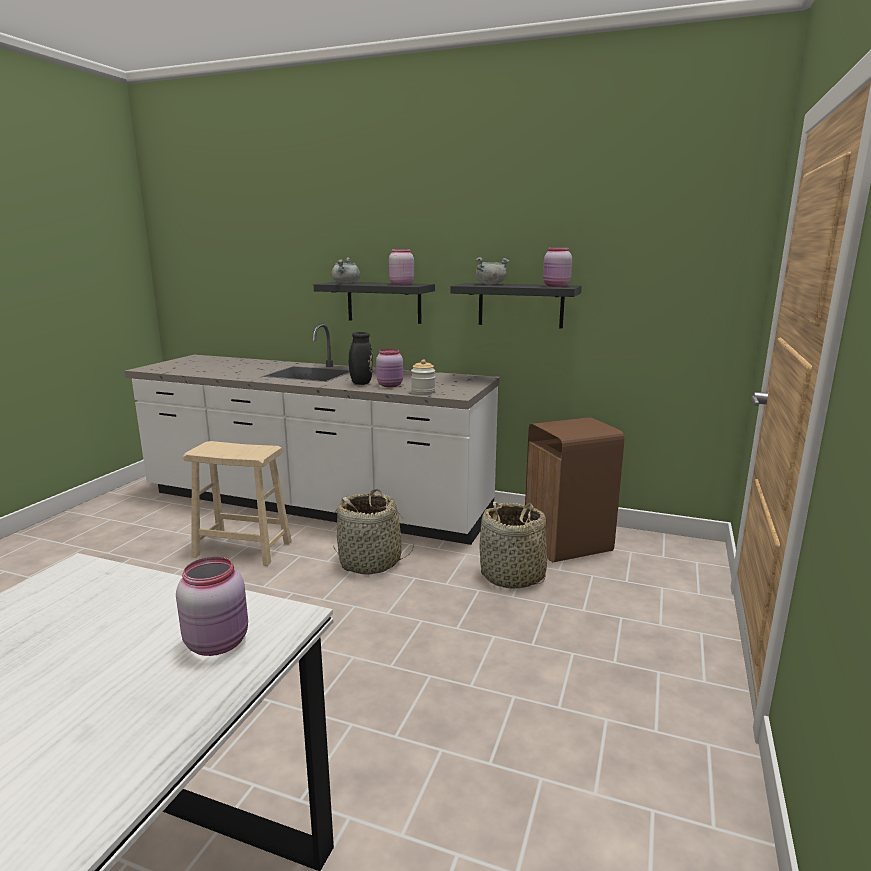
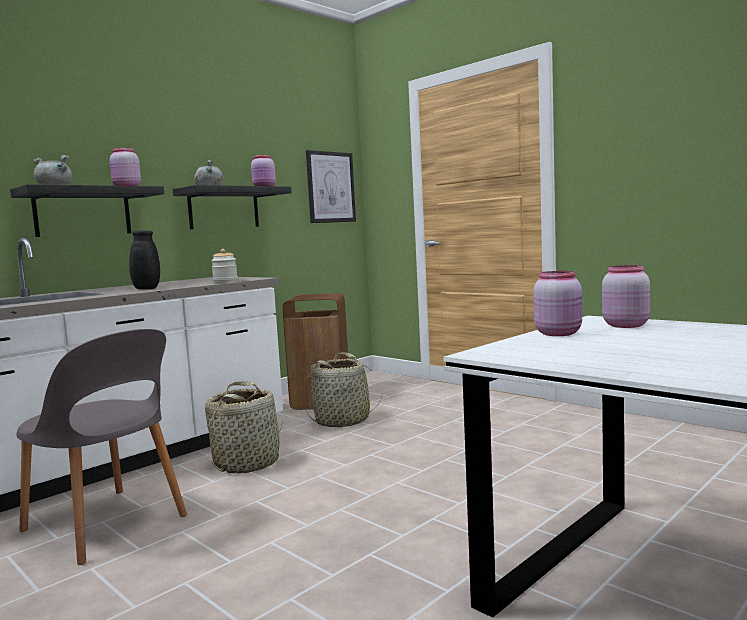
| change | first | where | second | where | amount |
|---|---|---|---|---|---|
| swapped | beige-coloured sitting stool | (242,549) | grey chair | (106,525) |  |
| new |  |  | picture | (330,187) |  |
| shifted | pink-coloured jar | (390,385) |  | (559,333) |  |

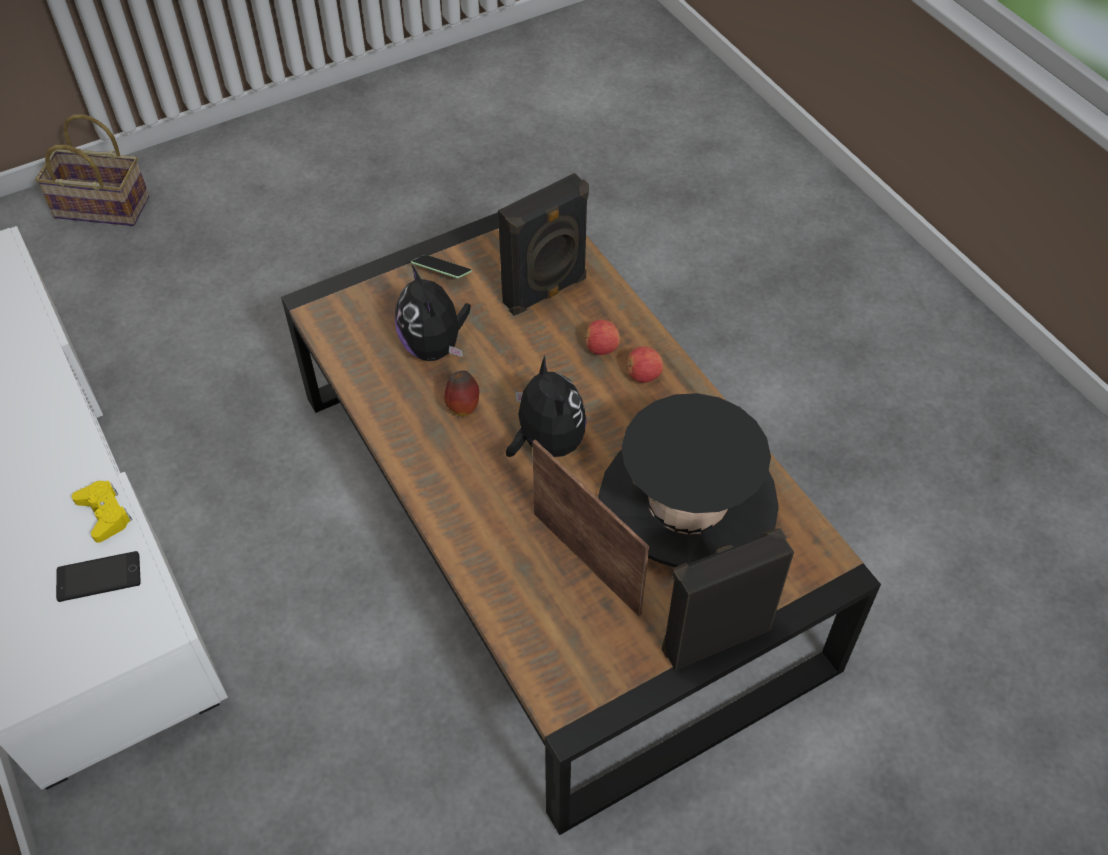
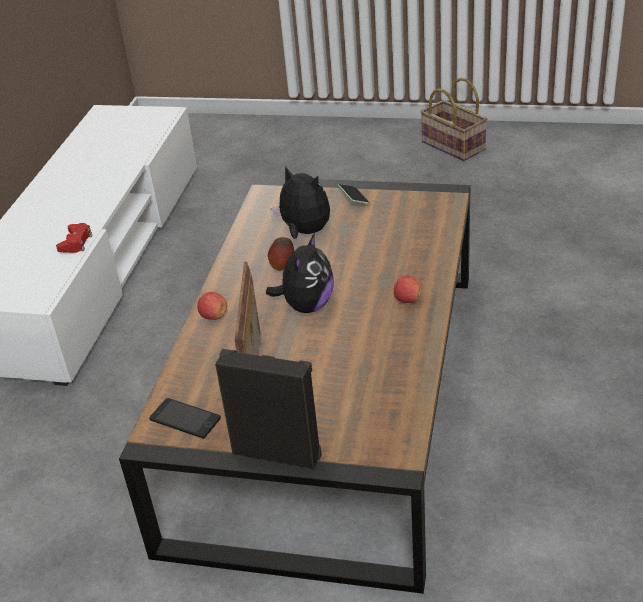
| change | first | where | second | where | amount |
|---|---|---|---|---|---|
| repainted | yellow gamepad | (105,514) | reddish gamepad | (76,242) |  |
| shifted | handset | (99,577) |  | (185,419) |  |
| shifted | apple | (601,348) |  | (214,316) |  |
| rotated | soft toy | (435,347) |  | (304,232) | 105 degrees clockwise |
| shifted | storage basket | (99,208) |  | (451,146) |  |
| gone | black-coloured speaker | (546,292) |  |  |  |
| gone | black-coloured clothing hat | (687,503) |  |  |  |

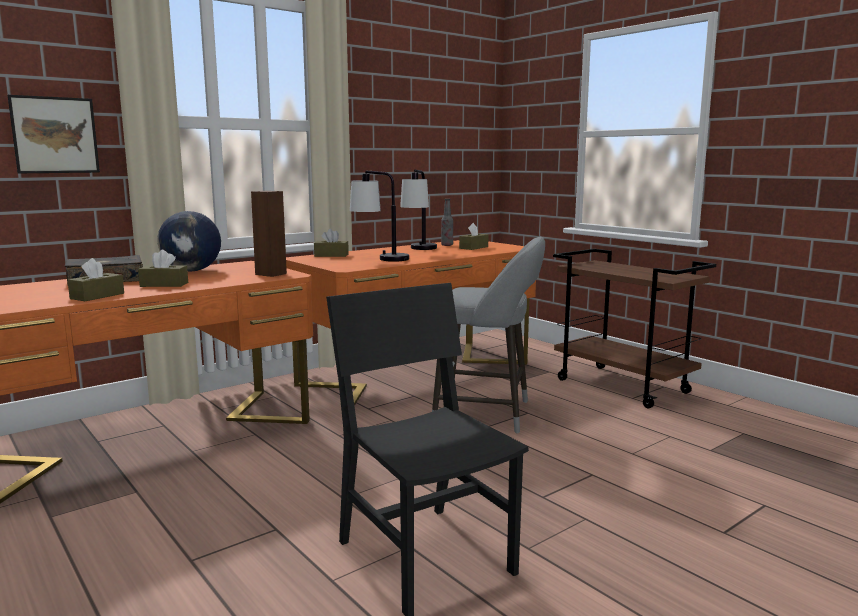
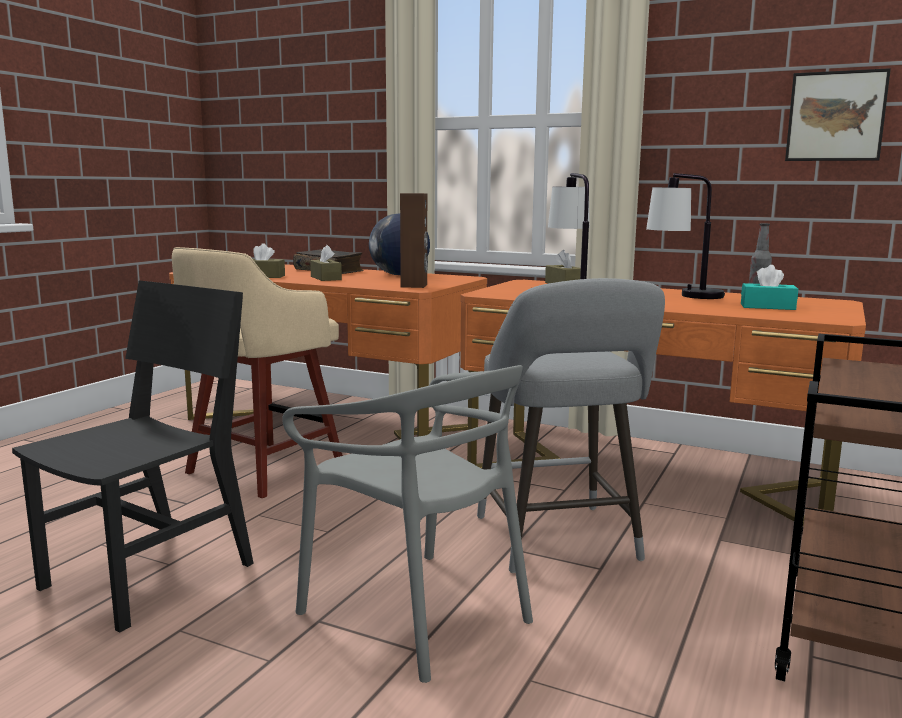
| change | first | where | second | where | amount |
|---|---|---|---|---|---|
| new |  |  | beige-coloured sitting stool | (261,470) |  |
| new |  |  | grey chair | (417,613) |  |
| repainted | brown tissue box | (473,247) | blue-green tissue box | (767,307) |  |
| shifted | picture | (55,135) |  | (836,116) |  |

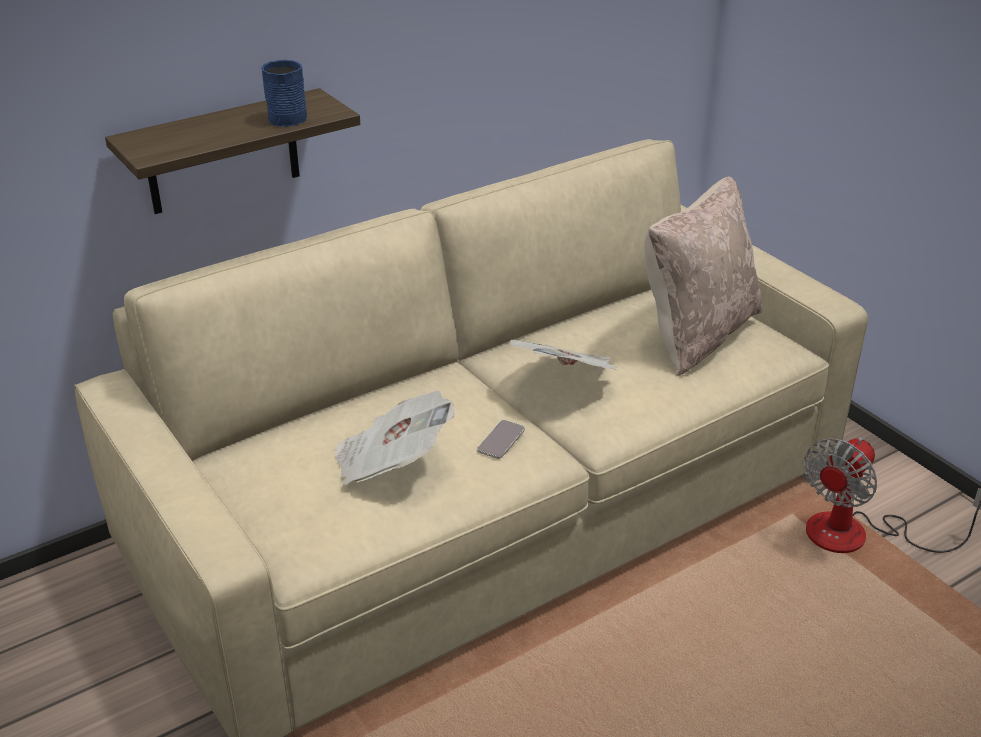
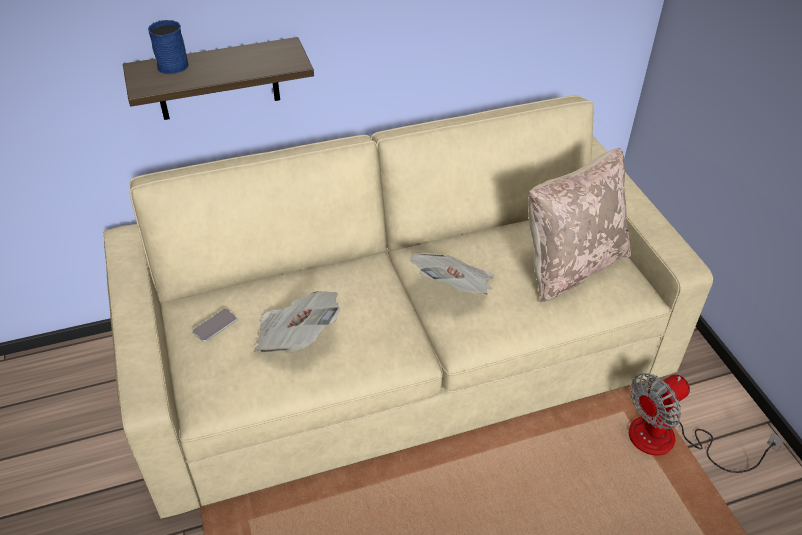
| change | first | where | second | where | amount |
|---|---|---|---|---|---|
| shifted | bluish coffee mug | (287,116) |  | (174,63) |  |
| shifted | handset | (501,440) |  | (215,326) |  |

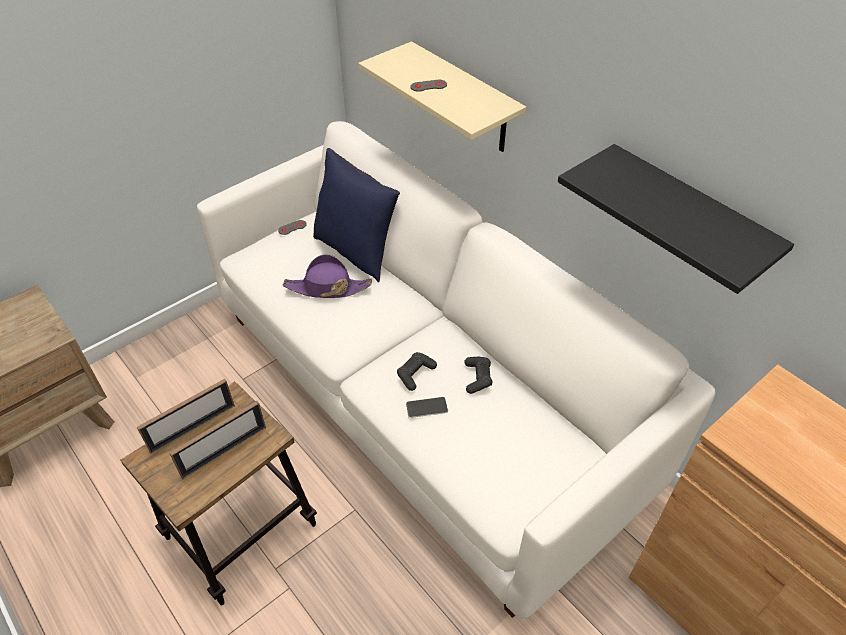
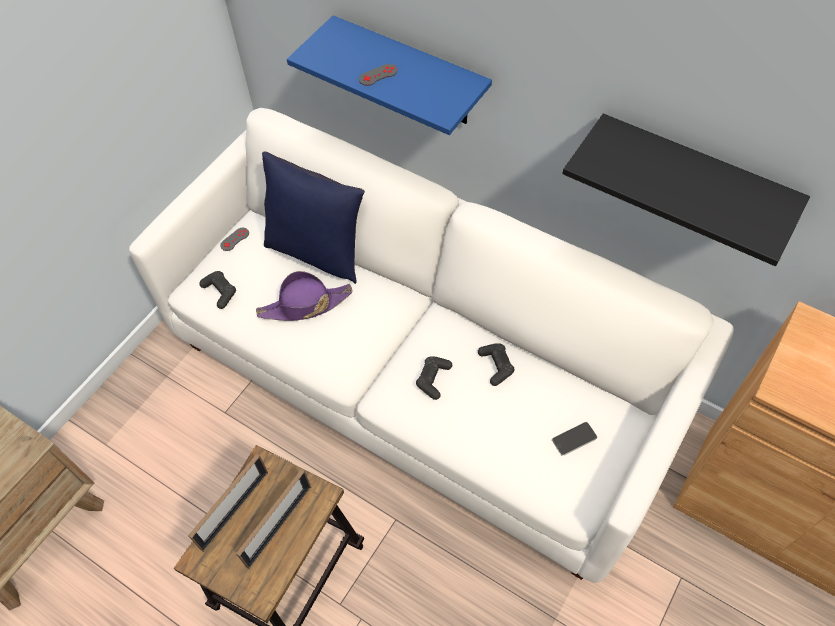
| change | first | where | second | where | amount |
|---|---|---|---|---|---|
| new |  |  | black-coloured gamepad | (220,292) |  |
| repainted | beige-coloured shelf | (464,99) | bluish shelf | (410,73) |  |
| shifted | handset | (426,407) |  | (574,438) |  |

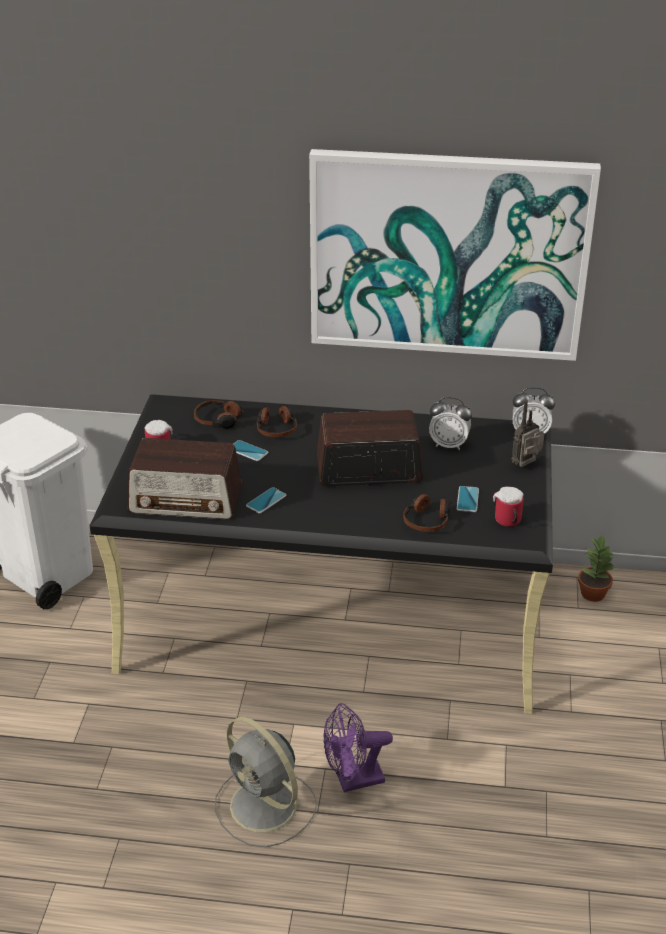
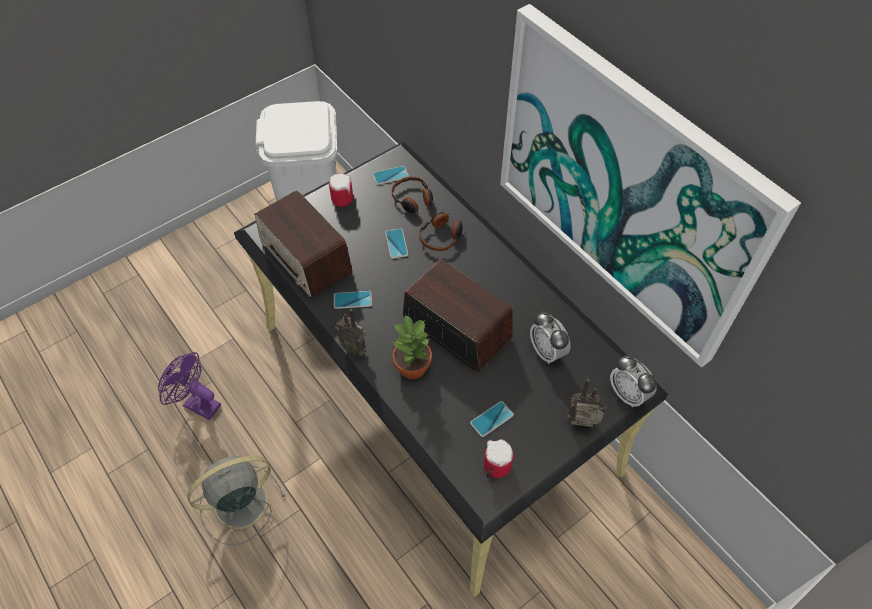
| change | first | where | second | where | amount |
|---|---|---|---|---|---|
| shifted | purplish electric fan | (353,781) |  | (197,403) |  |
| rotated | grey electric fan | (265,807) |  | (238,504) | 60 degrees clockwise |
| new |  |  | radio set | (354,348) |  |
| new |  |  | handset | (390,175) |  |
| shifted | plant in a pot | (592,593) |  | (413,366) |  |
| gone | headset | (427,520) |  |  |  |

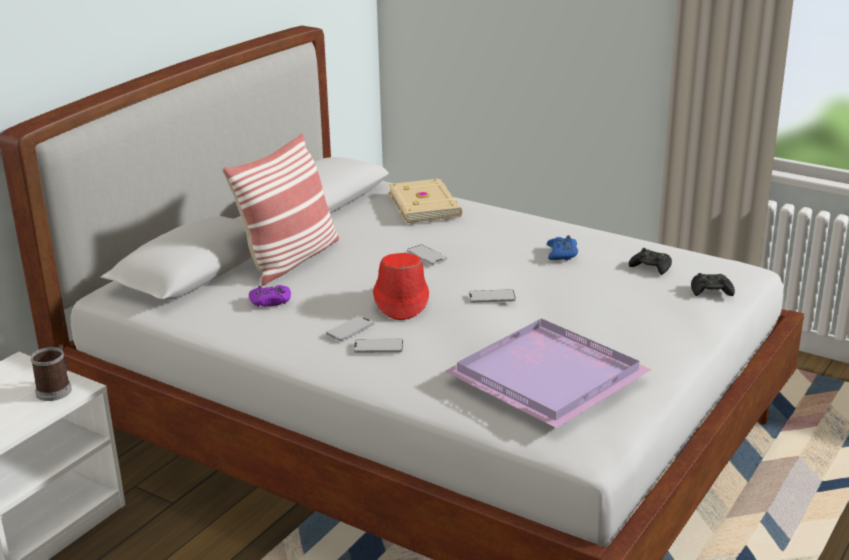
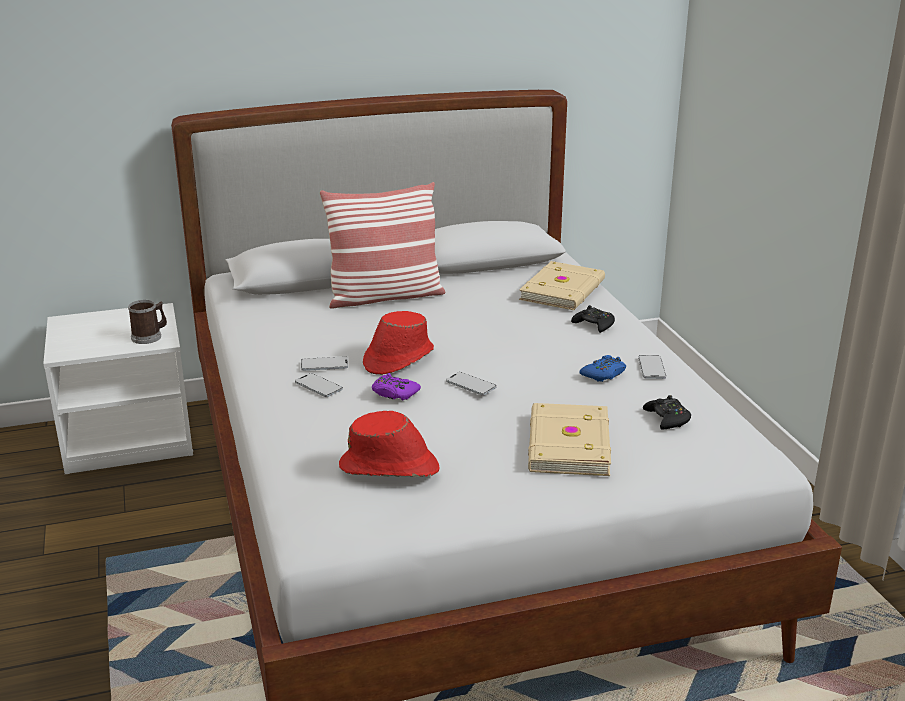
| change | first | where | second | where | amount |
|---|---|---|---|---|---|
| swapped | purplish tray | (551,376) | reddish clothing hat | (390,468) |  |
| shifted | purplish gamepad | (270,301) |  | (394,393) |  |
| new |  |  | beige-coloured volume | (566,444) |  |
| shifted | black-coloured gamepad | (711,291) |  | (594,325) |  |
| shifted | handset | (426,255) |  | (651,368) |  |

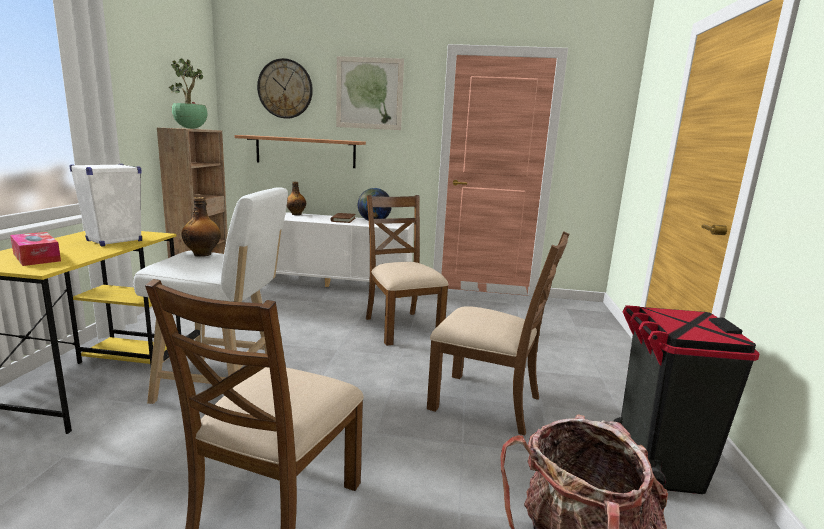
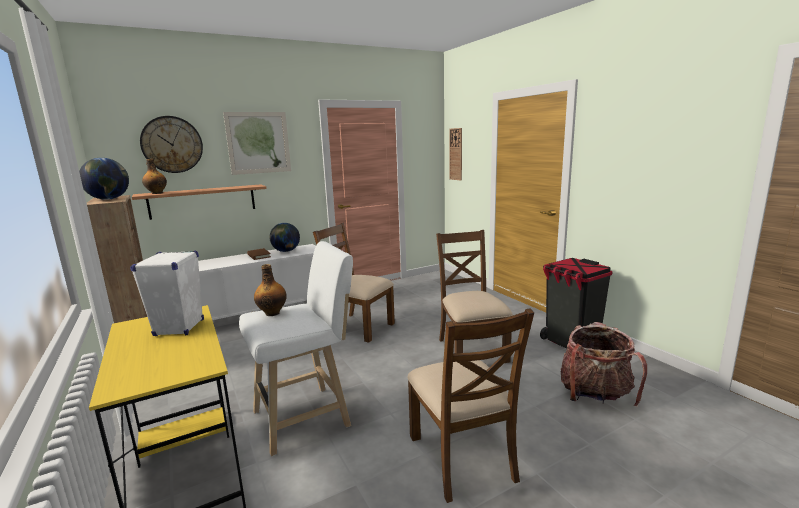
| change | first | where | second | where | amount |
|---|---|---|---|---|---|
| swapped | plant in a pot | (191,128) | desk globe | (109,199) |  |
| shifted | beverage bottle | (296,214) |  | (156,193) |  |
| rotated | brown chair | (487,402) |  | (471,350) | 90 degrees counterclockwise |
| new |  |  | wall clock | (456,154) |  |
| gone | tissue box | (36,257) |  |  |  |

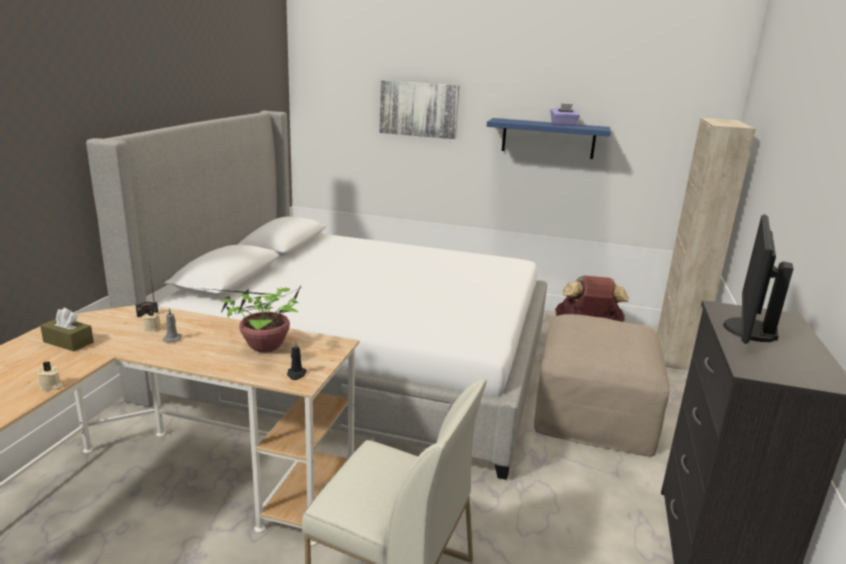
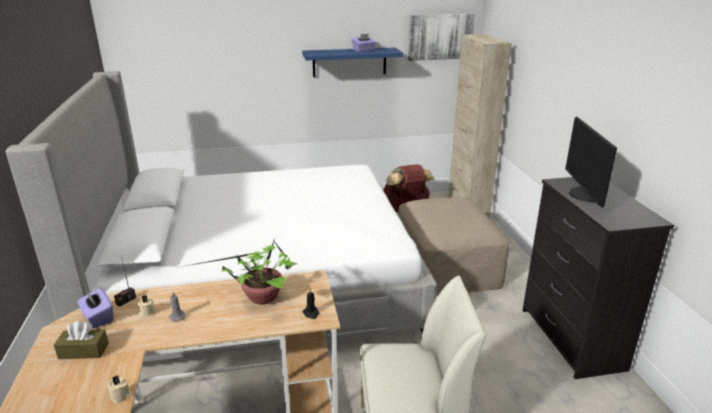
| change | first | where | second | where | amount |
|---|---|---|---|---|---|
| new |  |  | purplish tissue box | (98,318) |  |
| shifted | picture | (419,109) |  | (440,37) |  |

